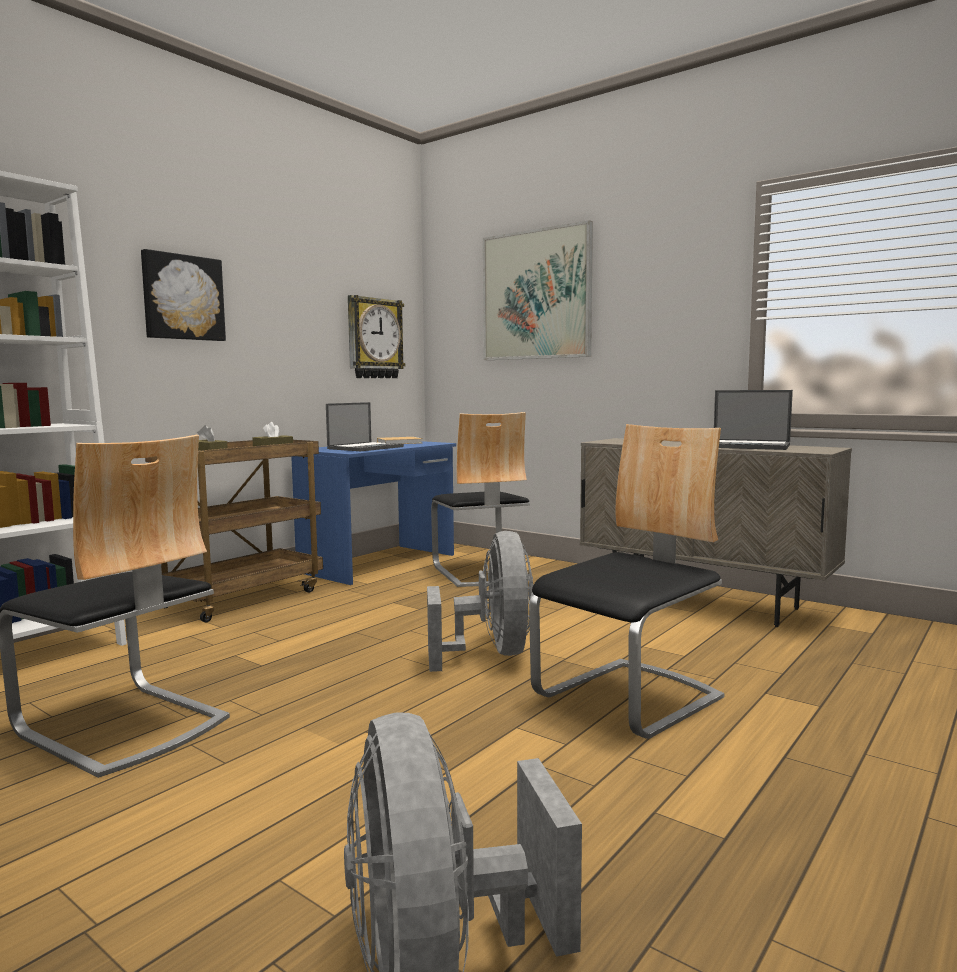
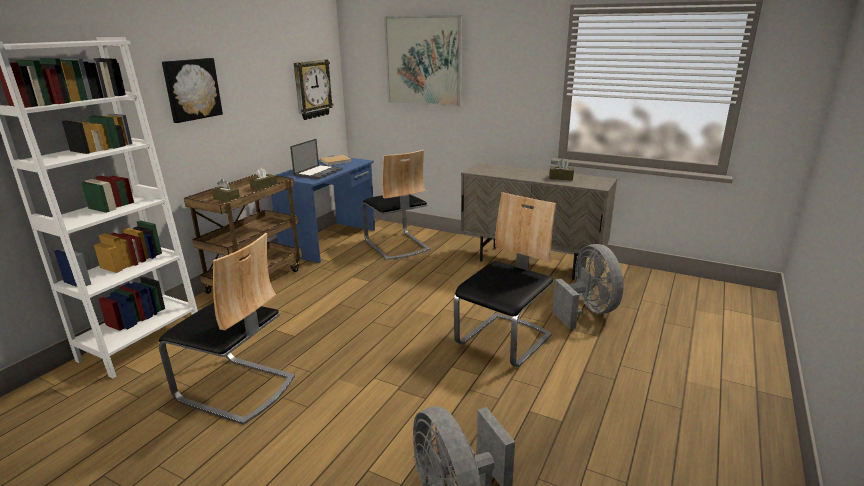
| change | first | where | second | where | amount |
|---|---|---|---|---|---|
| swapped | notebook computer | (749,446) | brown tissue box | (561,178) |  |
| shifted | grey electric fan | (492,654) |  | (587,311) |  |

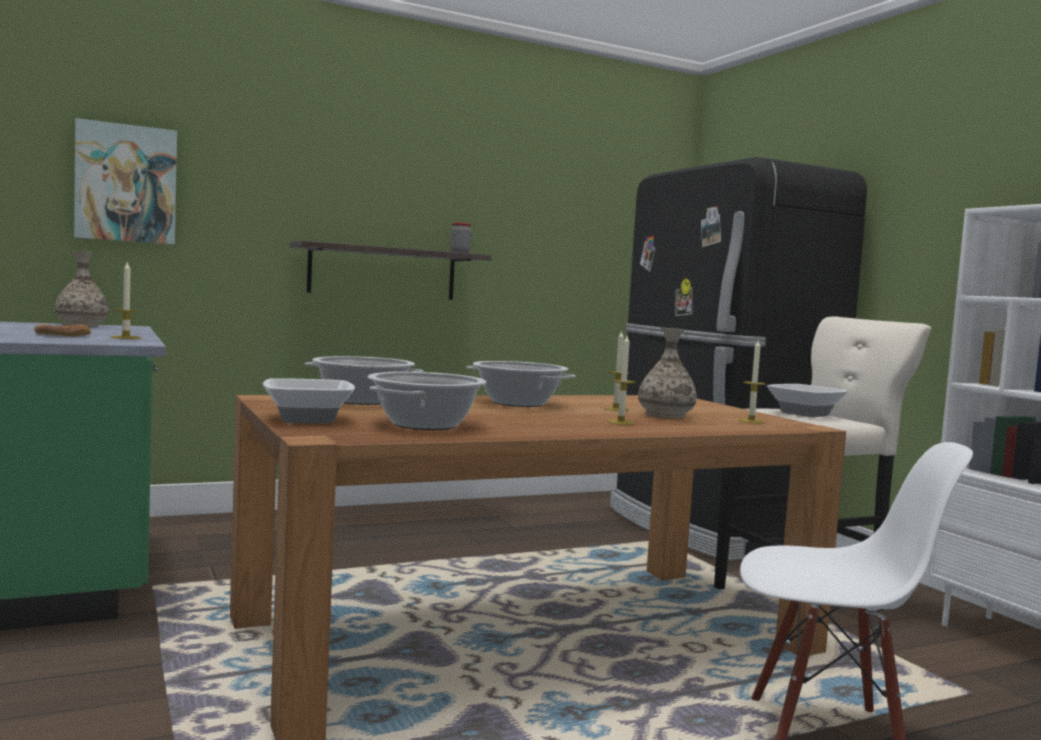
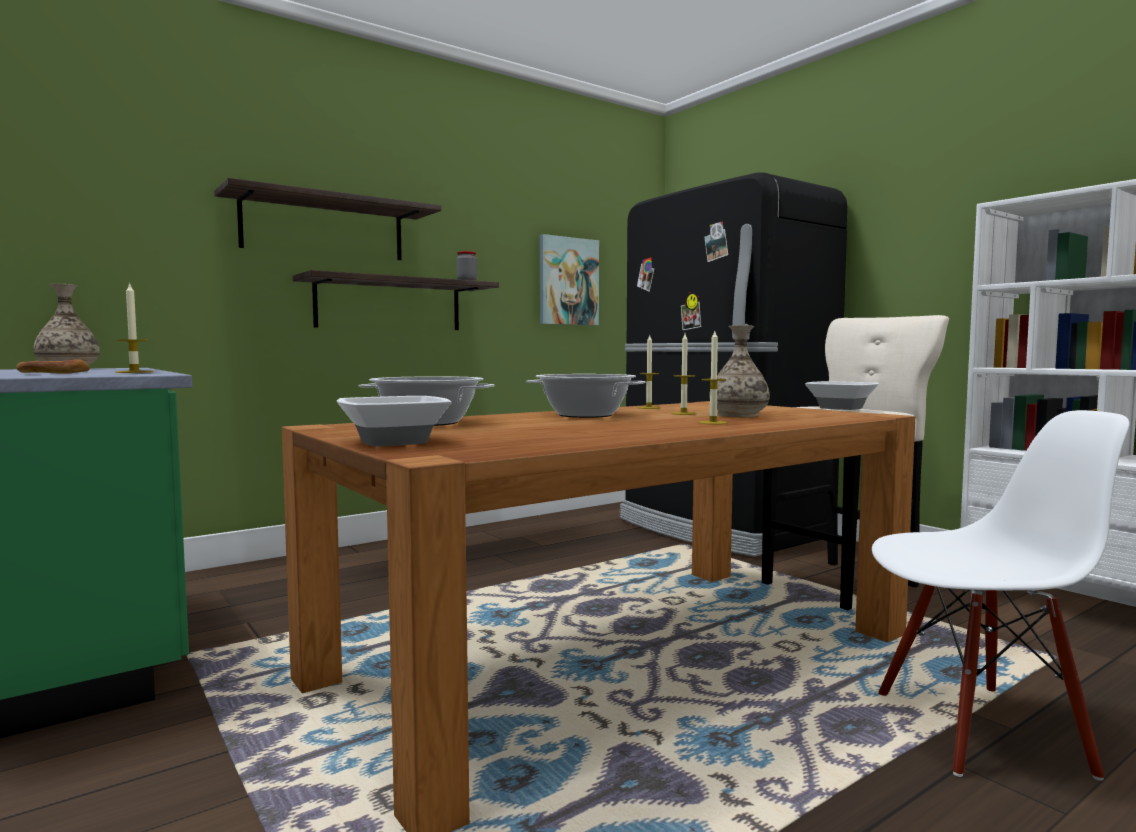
| change | first | where | second | where | amount |
|---|---|---|---|---|---|
| new |  |  | shelf | (324,228) |  |
| shifted | picture | (126,183) |  | (568,281) |  |
| shifted | wax candle | (751,421) |  | (648,408) |  |
| gone | cooking pot | (425,425) |  |  |  |

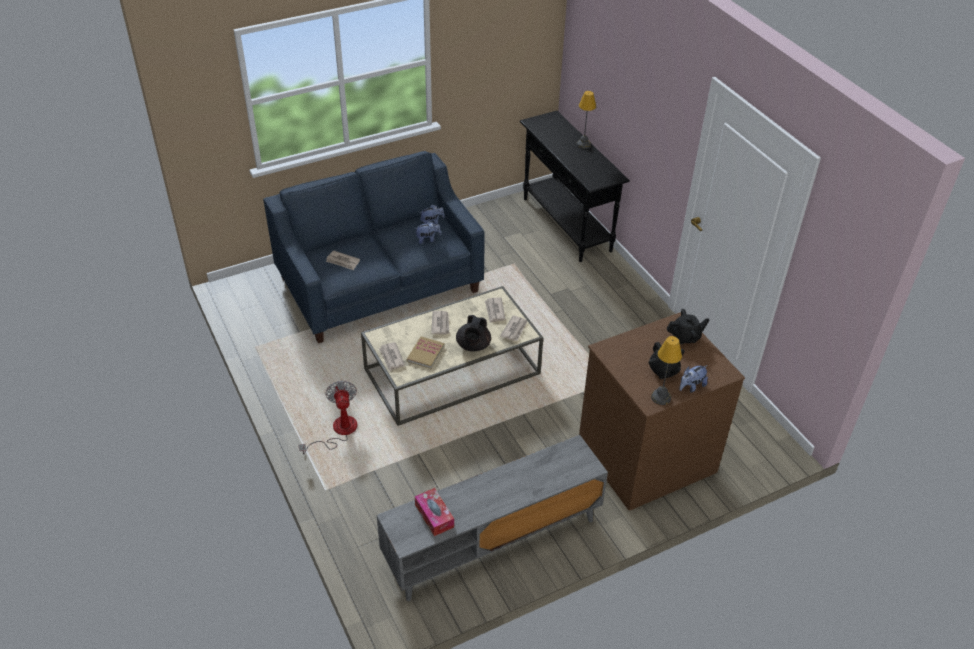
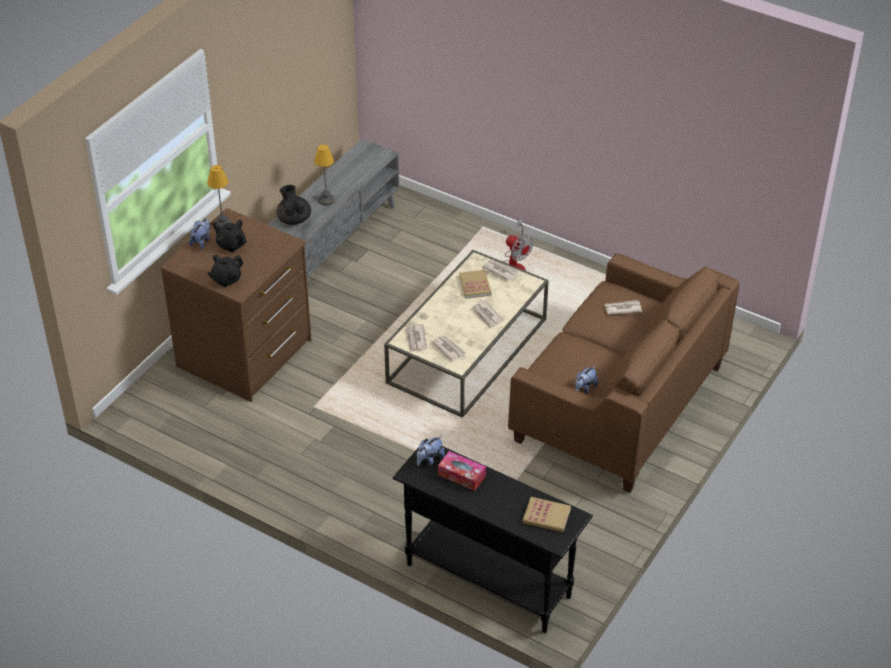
| change | first | where | second | where | amount |
|---|---|---|---|---|---|
| shifted | black-coloured teapot | (473,346) |  | (294,219) |  |
| shifted | table lamp | (583,144) |  | (326,200) |  |
| shifted | soft toy | (428,239) |  | (429,459) |  |
| shifted | tissue box | (434,516) |  | (461,475) |  |
| repainted | bluish sofa | (379,284) | brown sofa | (619,403) |  |
| new |  |  | volume | (546,516) |  |

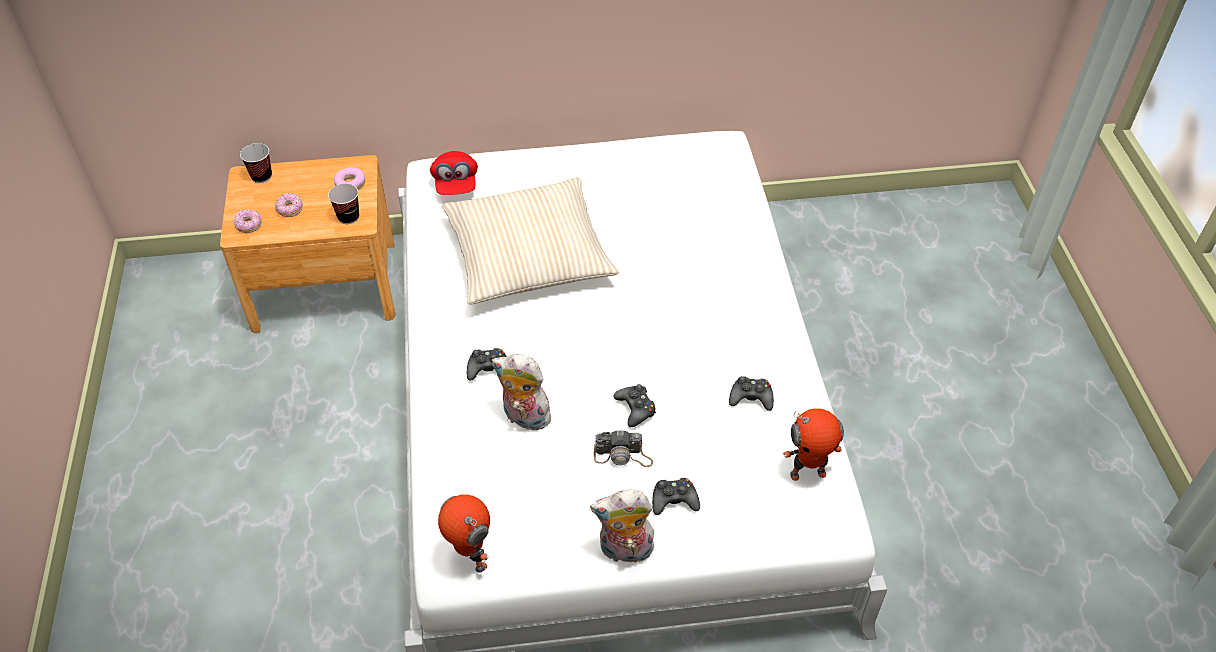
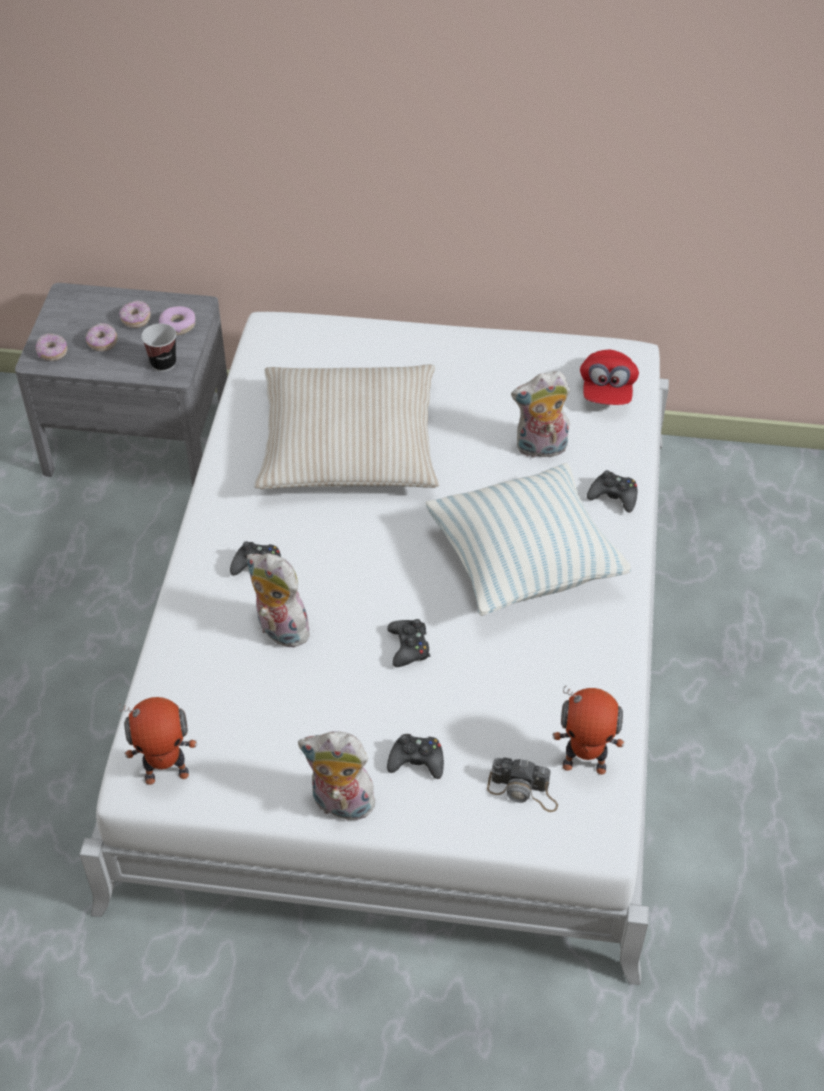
| change | first | where | second | where | amount |
|---|---|---|---|---|---|
| repainted | brown night table | (324,285) | grey night table | (138,437) |  |
| rotated | model robot | (470,559) |  | (166,773) | 105 degrees clockwise |
| new |  |  | donut | (136,319) |  |
| new |  |  | pillow | (523,565) |  |
| shifted | still camera | (623,455) |  | (523,791) |  |
| new |  |  | soft toy | (540,449) |  |
| shifted | reddish cap | (455,184) |  | (607,391) |  |
| shifted | black-coloured gamepad | (751,397) |  | (613,496) |  |
| gone | drinking cup | (261,176) |  |  |  |

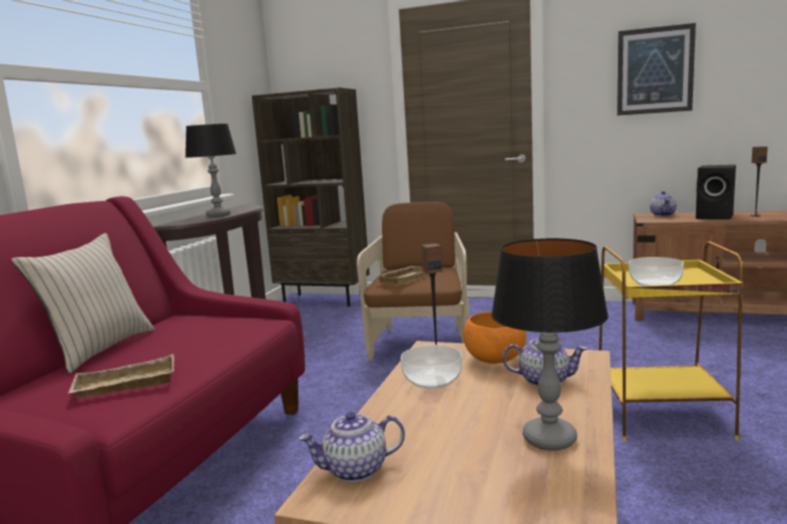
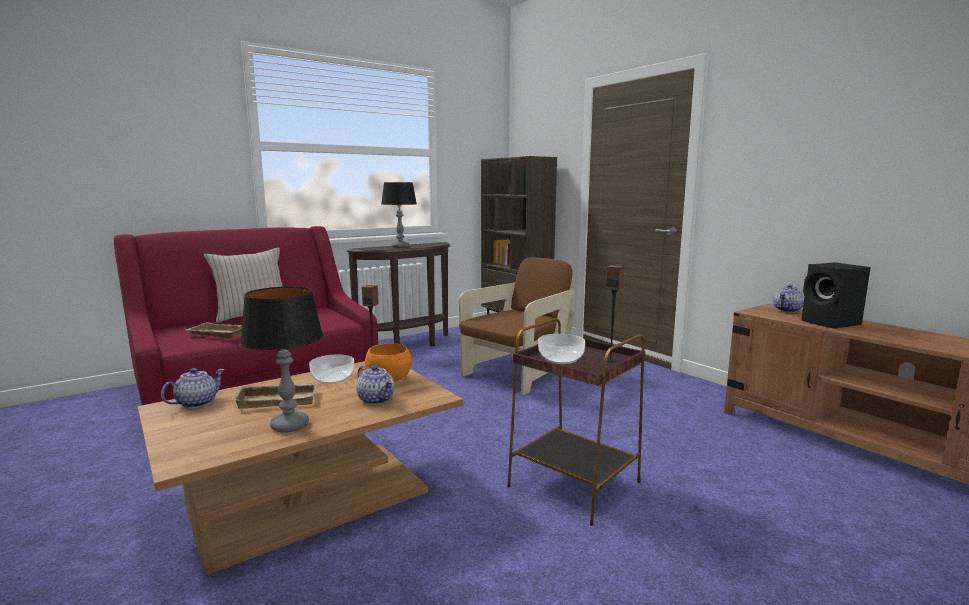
| change | first | where | second | where | amount |
|---|---|---|---|---|---|
| rotated | teapot | (355,470) |  | (197,403) | 105 degrees clockwise |
| shifted | beige-coloured tray | (404,278) |  | (279,399) |  |
| repainted | yellow side table | (663,415) | brown side table | (574,485) |  |
| shifted | speaker | (755,215) |  | (610,360) |  |
| gone | picture | (654,70) |  |  |  |

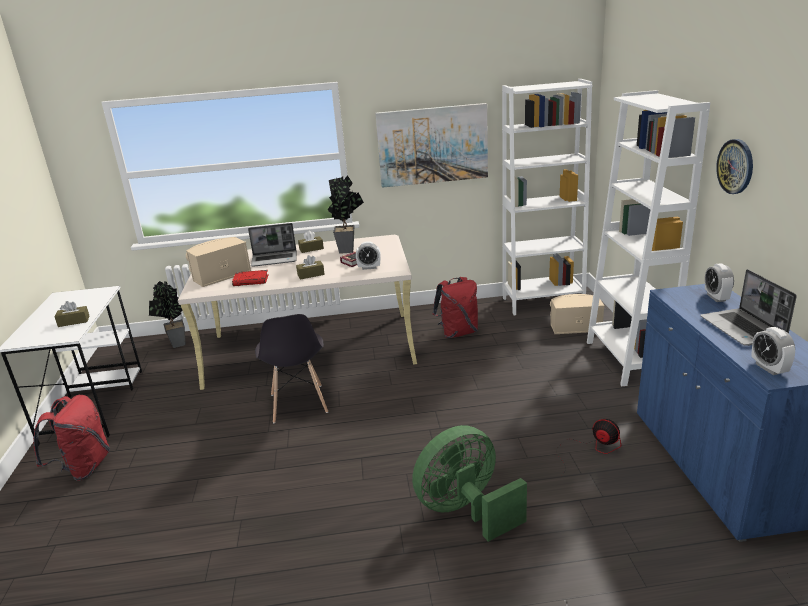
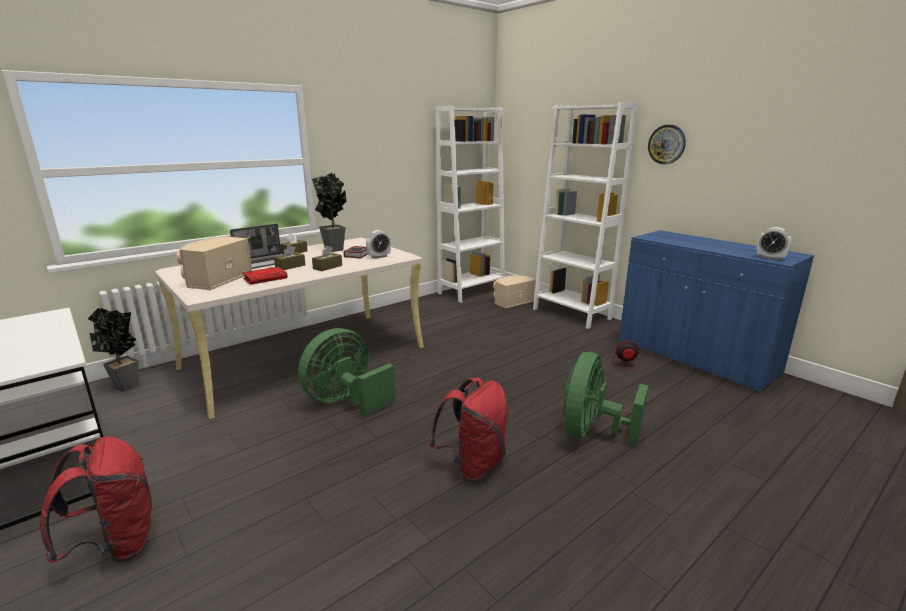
| change | first | where | second | where | amount |
|---|---|---|---|---|---|
| shifted | brown tissue box | (74,321) |  | (290,266) |  |
| swapped | grey chair | (298,404) | green electric fan | (346,401) |  |
| shifted | reddish backpack | (458,332) |  | (473,465) |  |
| gone | picture | (432,145) |  |  |  |
| gone | notebook computer | (743,329) |  |  |  |
| gone | bedside clock | (716,297) |  |  |  |

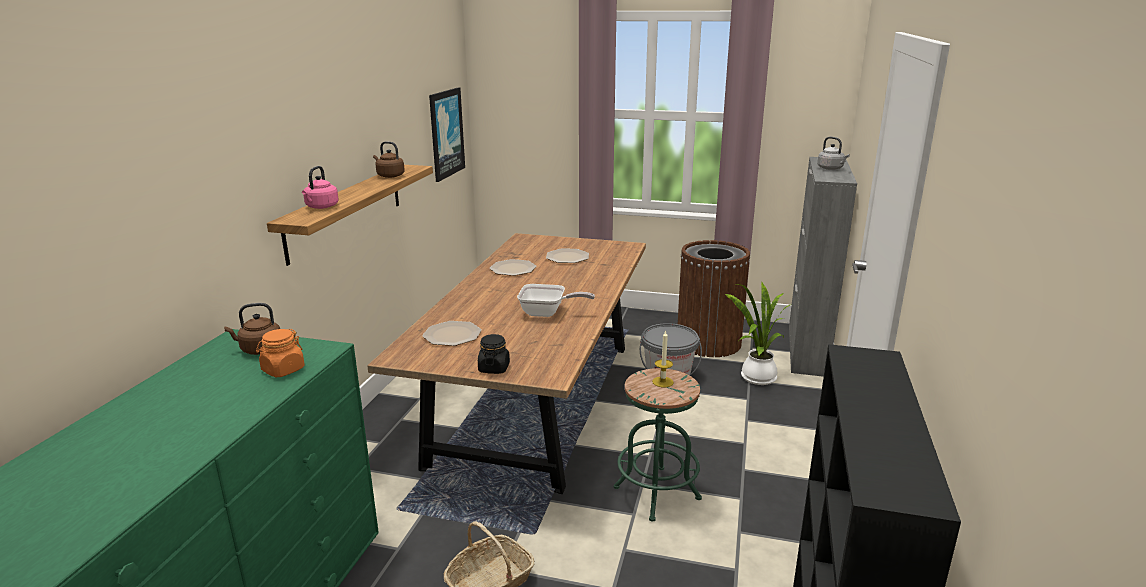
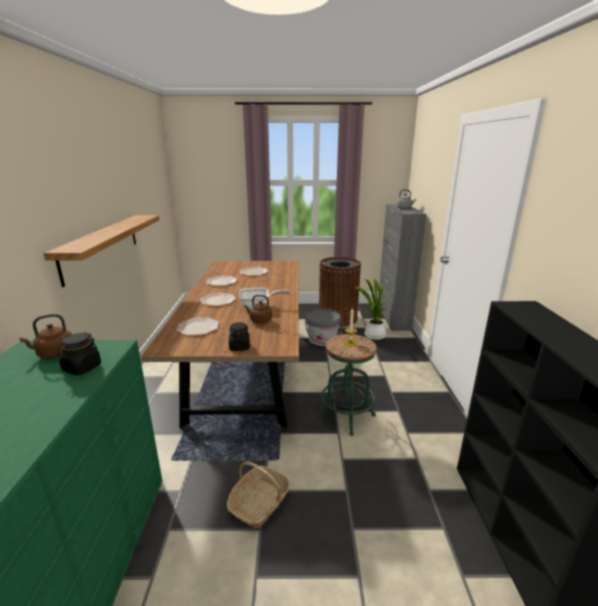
| change | first | where | second | where | amount |
|---|---|---|---|---|---|
| repainted | orange-coloured jar | (283,370) | black-coloured jar | (82,368) |  |
| new |  |  | dinner plate | (218,300) |  |
| shifted | brown tea kettle | (389,176) |  | (259,320) |  |
| gone | pink-coloured tea kettle | (321,207) |  |  |  |
| gone | picture | (446,133) |  |  |  |

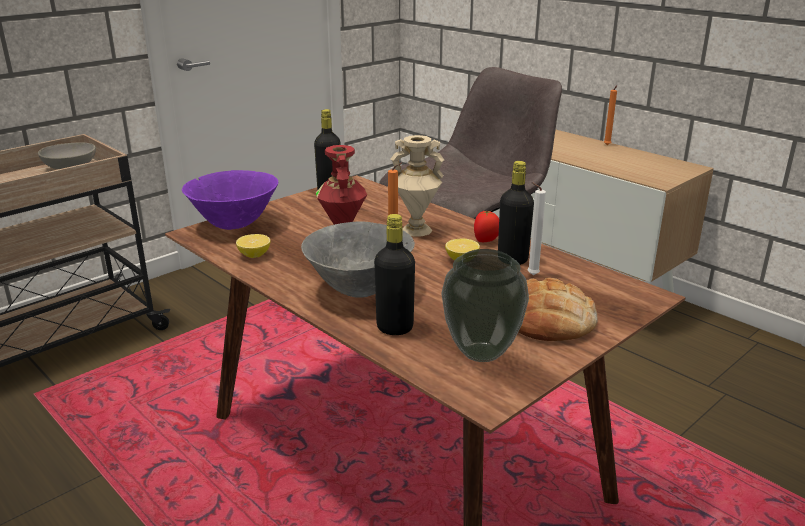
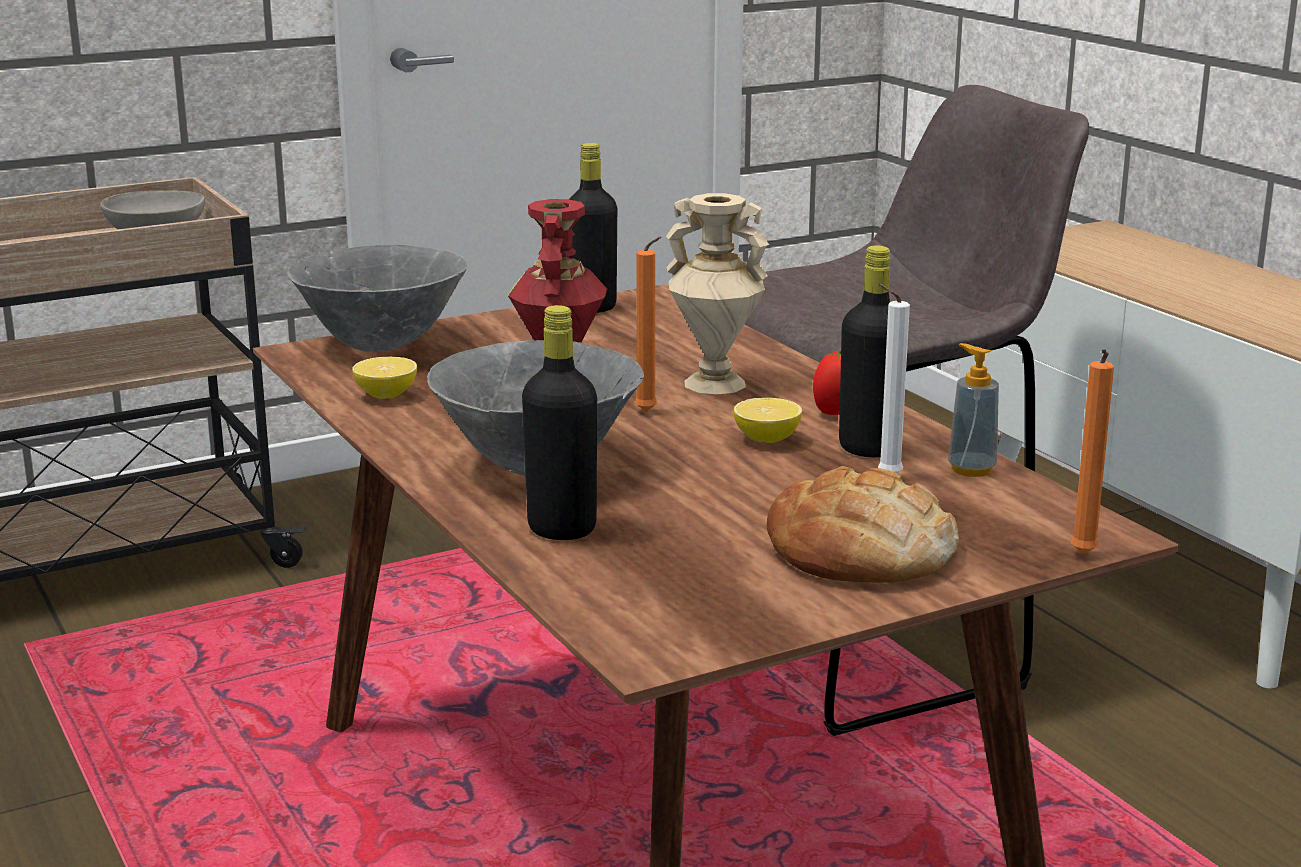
| change | first | where | second | where | amount |
|---|---|---|---|---|---|
| repainted | purplish bowl | (234,225) | grey bowl | (381,346) |  |
| new |  |  | soap bottle | (971,469) |  |
| shifted | orange-coloured wax candle | (607,145) |  | (1082,556) |  |
| gone | vase | (480,353) |  |  |  |

